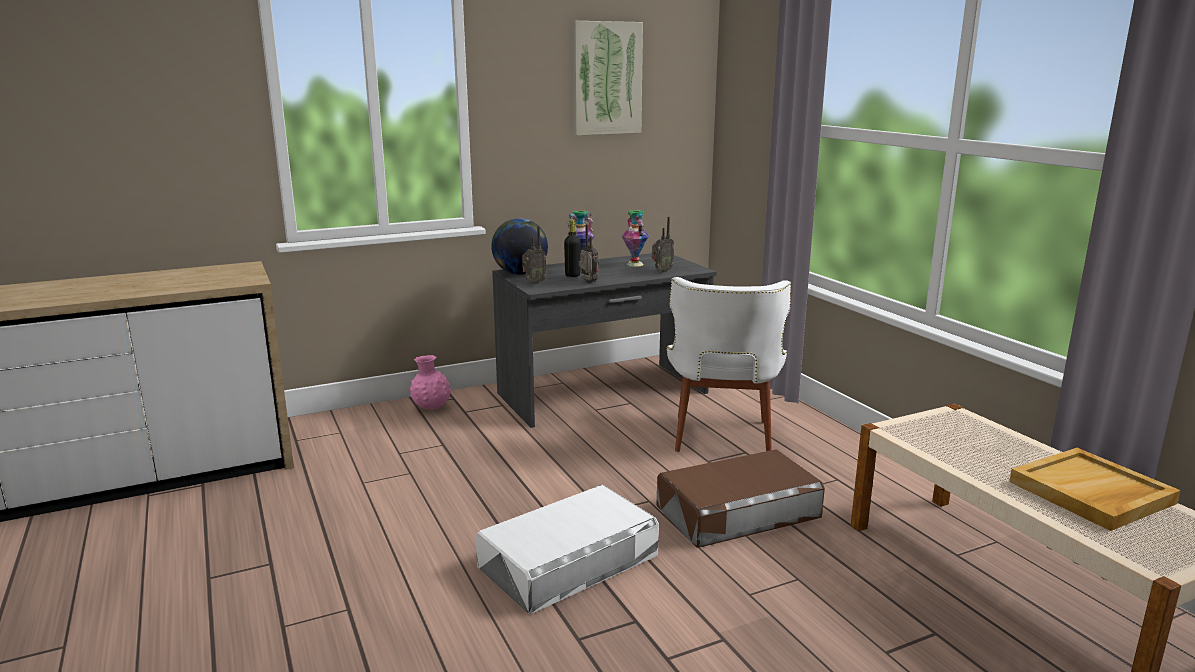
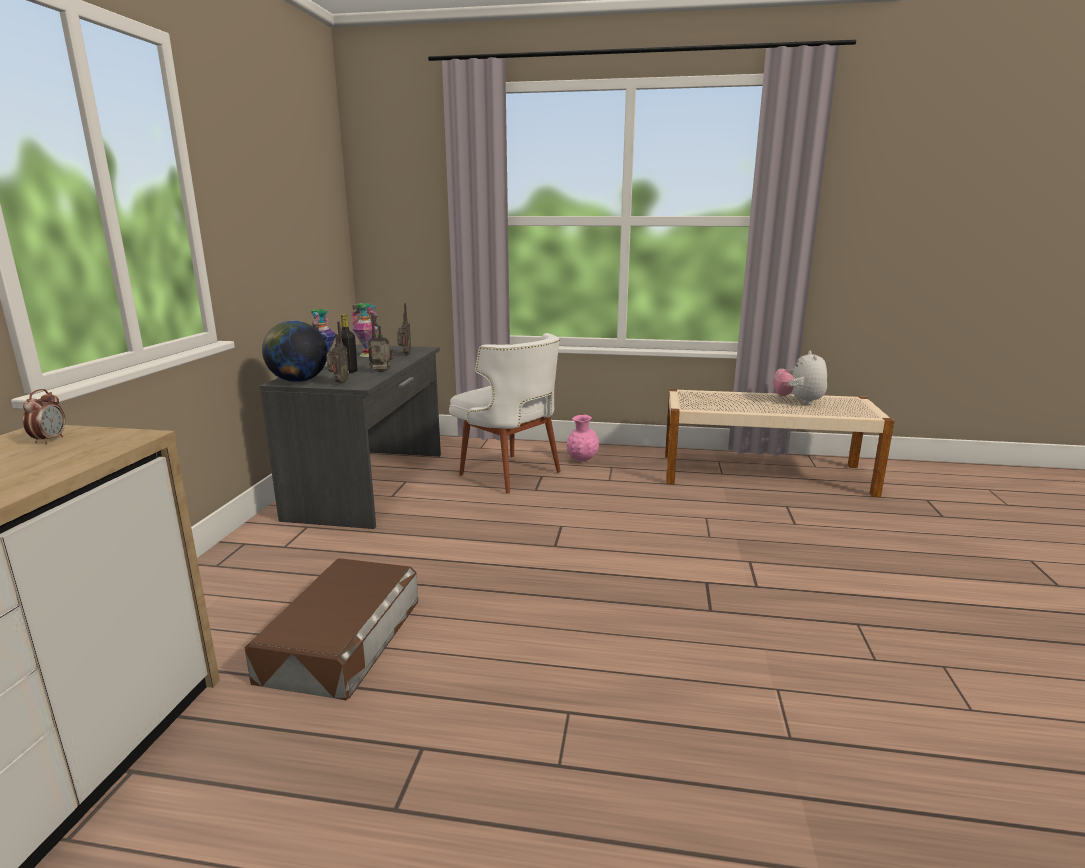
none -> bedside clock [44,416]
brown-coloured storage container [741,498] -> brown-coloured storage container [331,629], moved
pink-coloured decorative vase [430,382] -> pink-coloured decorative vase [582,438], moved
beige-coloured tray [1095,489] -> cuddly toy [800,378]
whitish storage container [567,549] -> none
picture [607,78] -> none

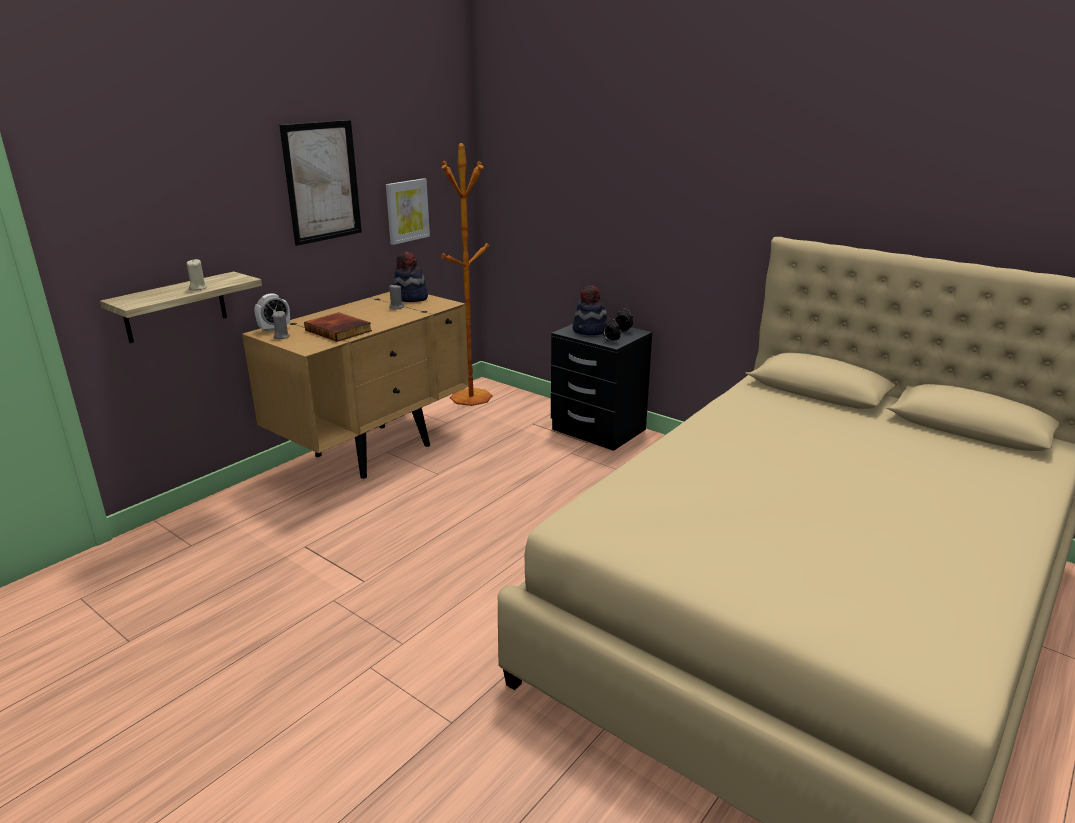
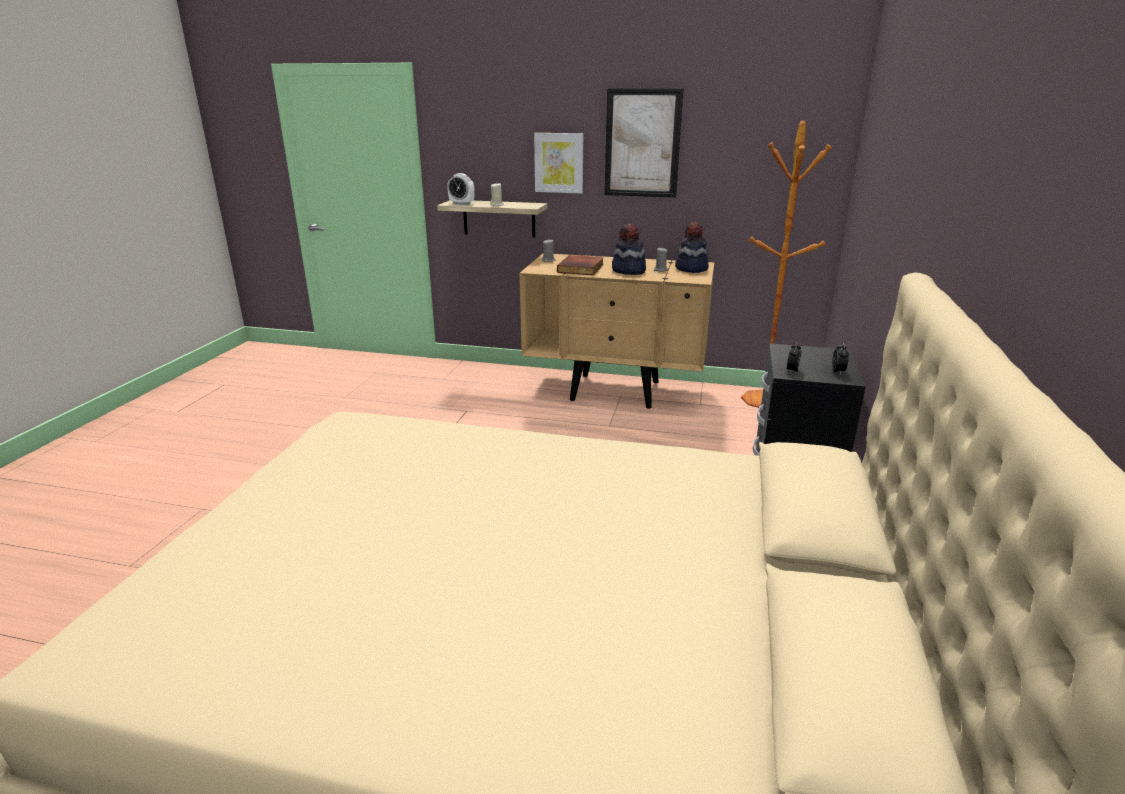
bedside clock [272,312] -> bedside clock [461,189], moved
picture [408,211] -> picture [558,163], moved
clothing hat [590,310] -> clothing hat [629,249], moved

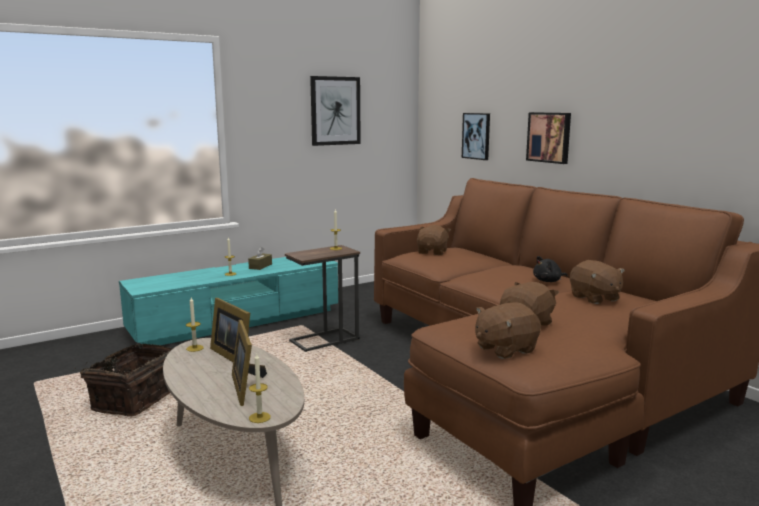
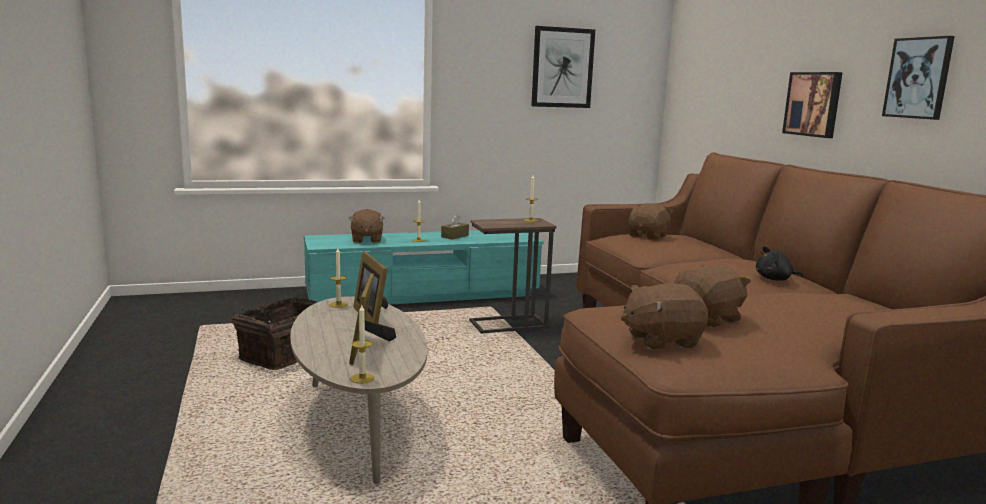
brown-coloured cuddly toy [597,282] -> brown-coloured cuddly toy [367,226], moved
picture [476,136] -> picture [918,78], moved

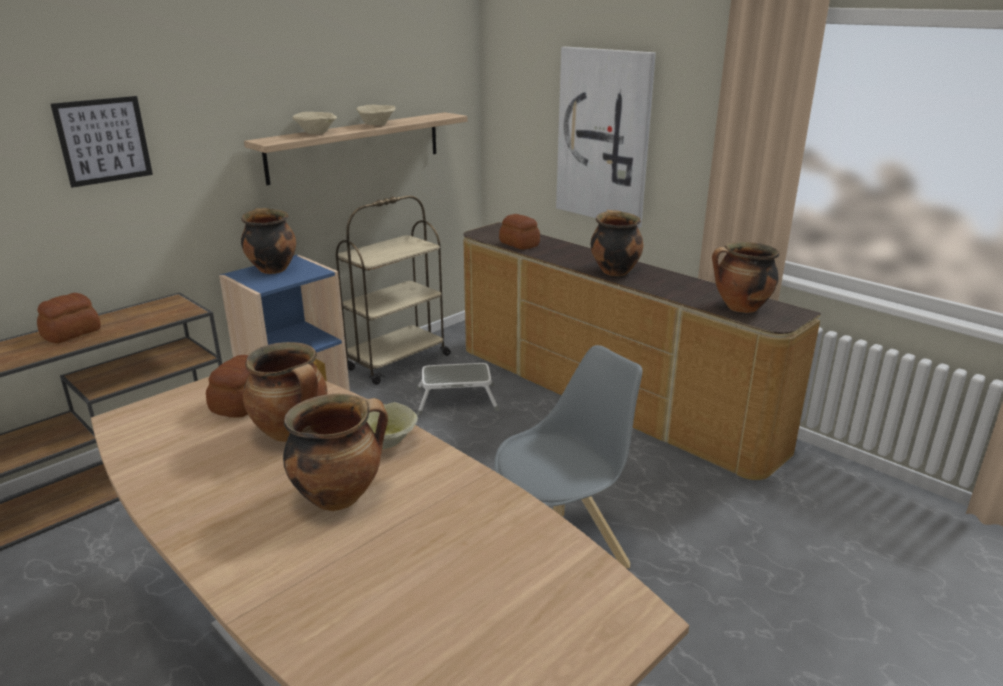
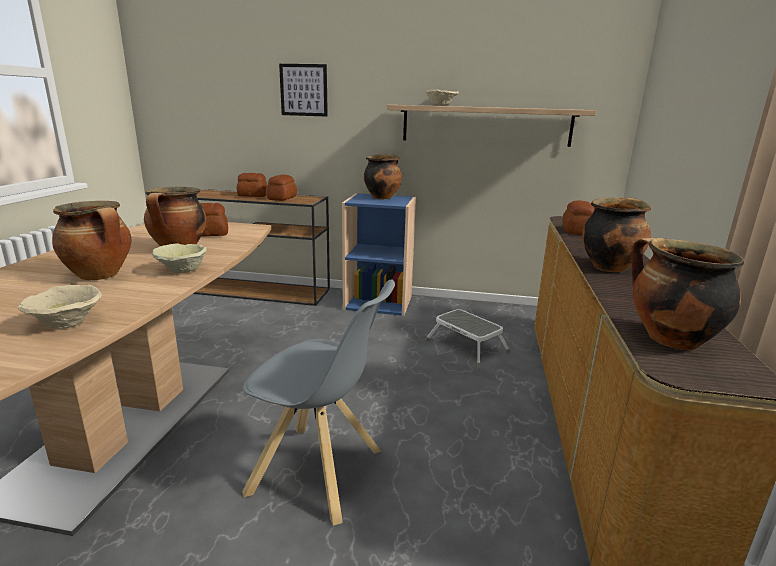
beige-coloured deep dish [376,115] -> beige-coloured deep dish [60,307], moved
none -> bakery bread [281,188]
beige-coloured wheeled cart [393,290] -> none
picture [606,137] -> none

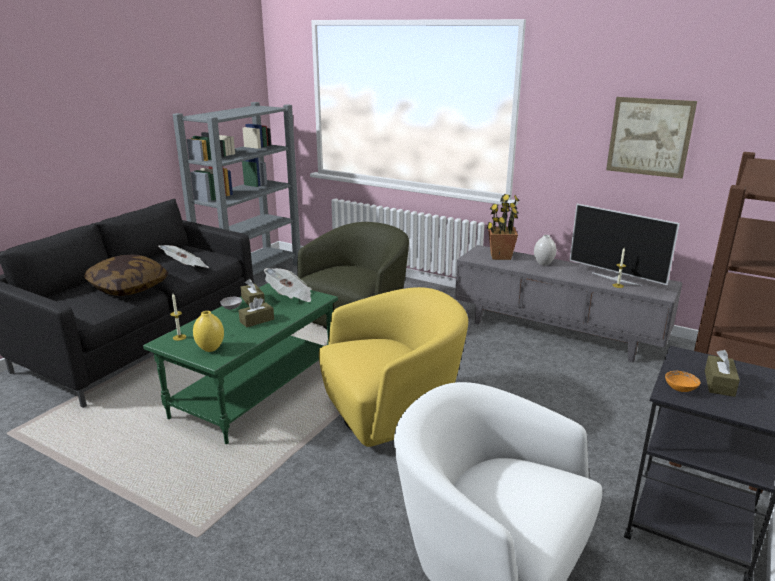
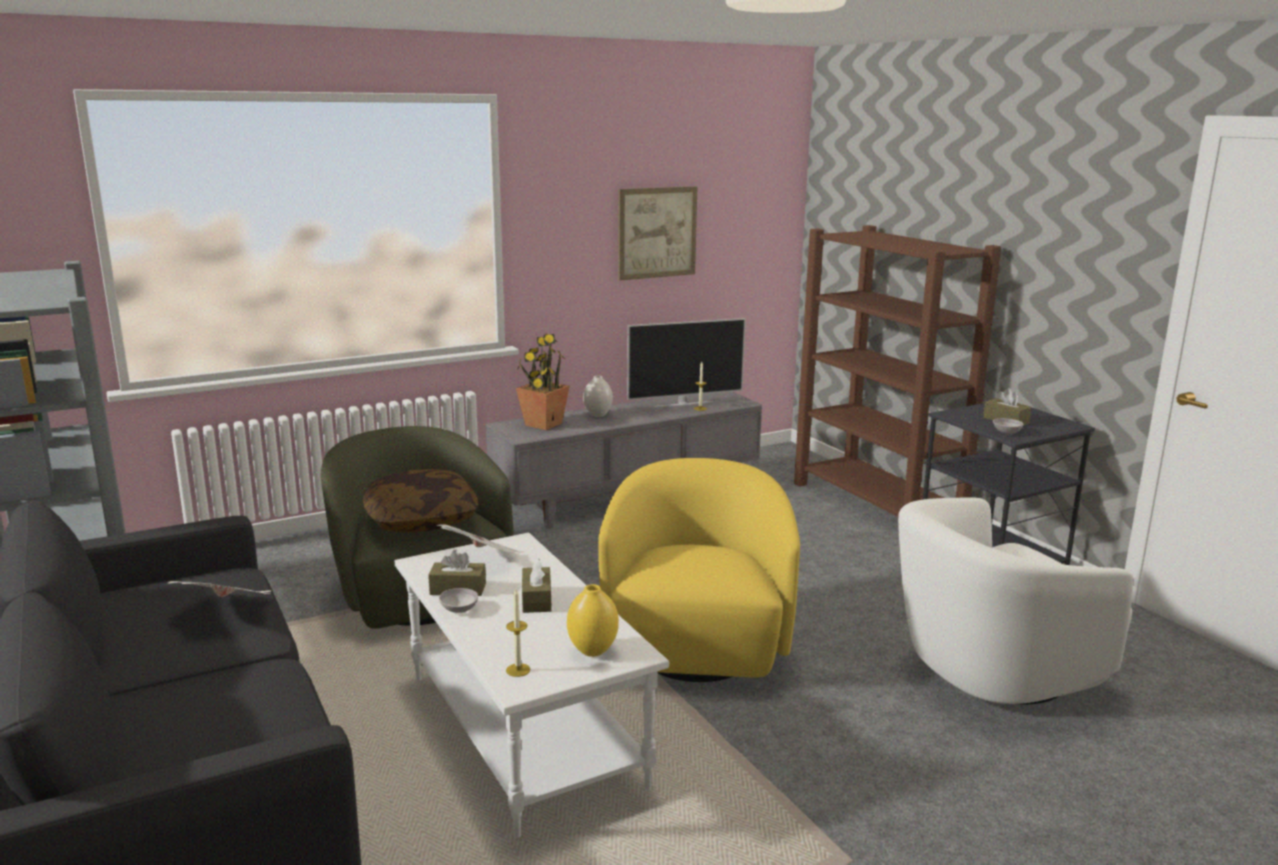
cushion [126,275] -> cushion [420,500], moved
greenish coffee table [240,363] -> whitish coffee table [532,685]
orangey deep dish [683,381] -> grey deep dish [1008,426]

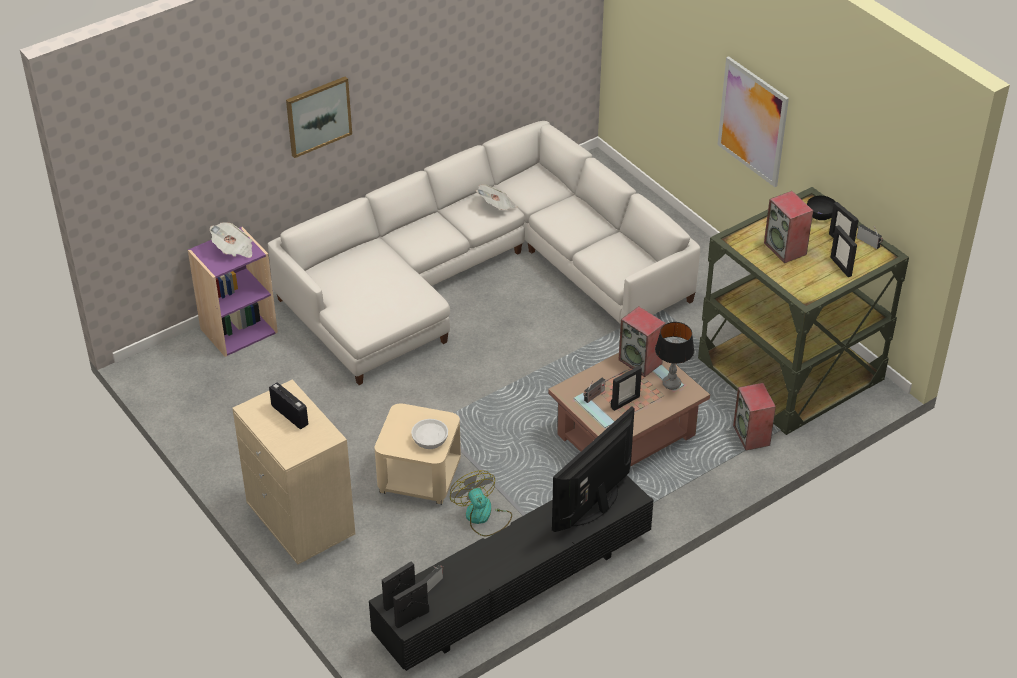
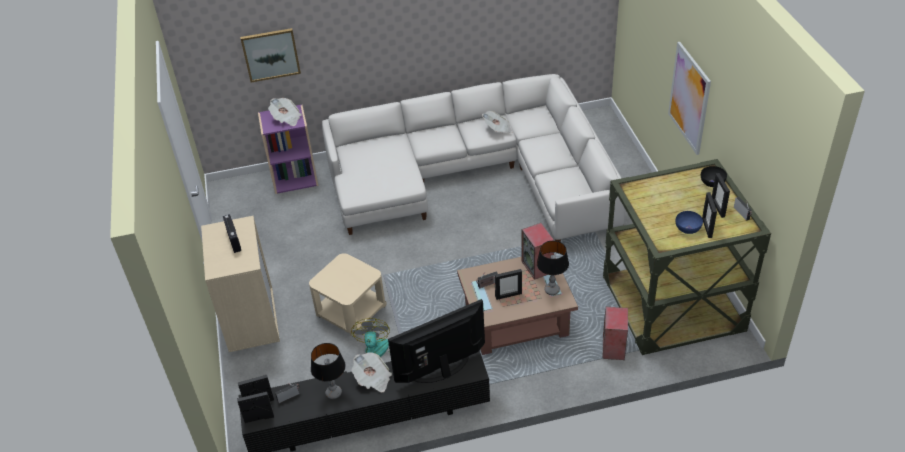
picture [319,117] -> picture [270,55], moved
none -> lamp for a table [328,371]
none -> newspaper [371,372]
none -> blue deep dish [689,222]
whitish deep dish [429,434] -> none
speaker [788,227] -> none

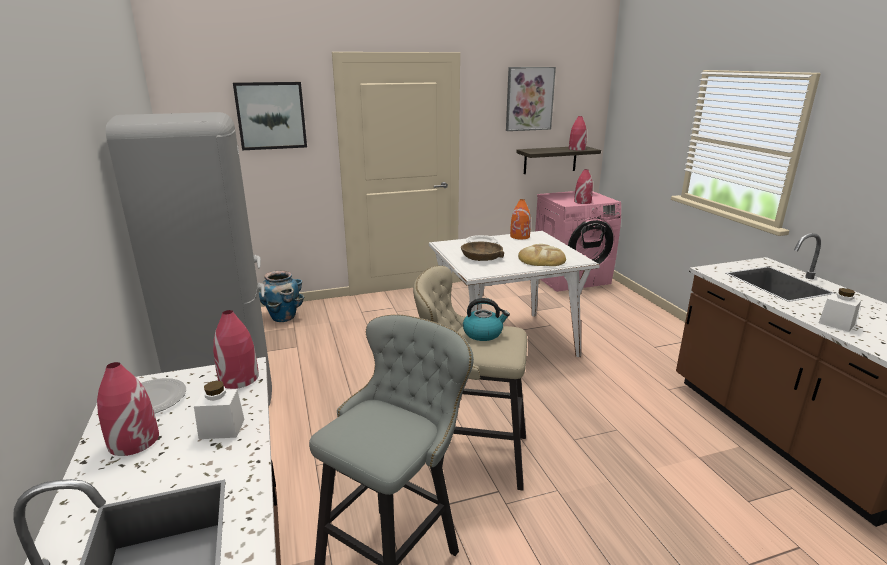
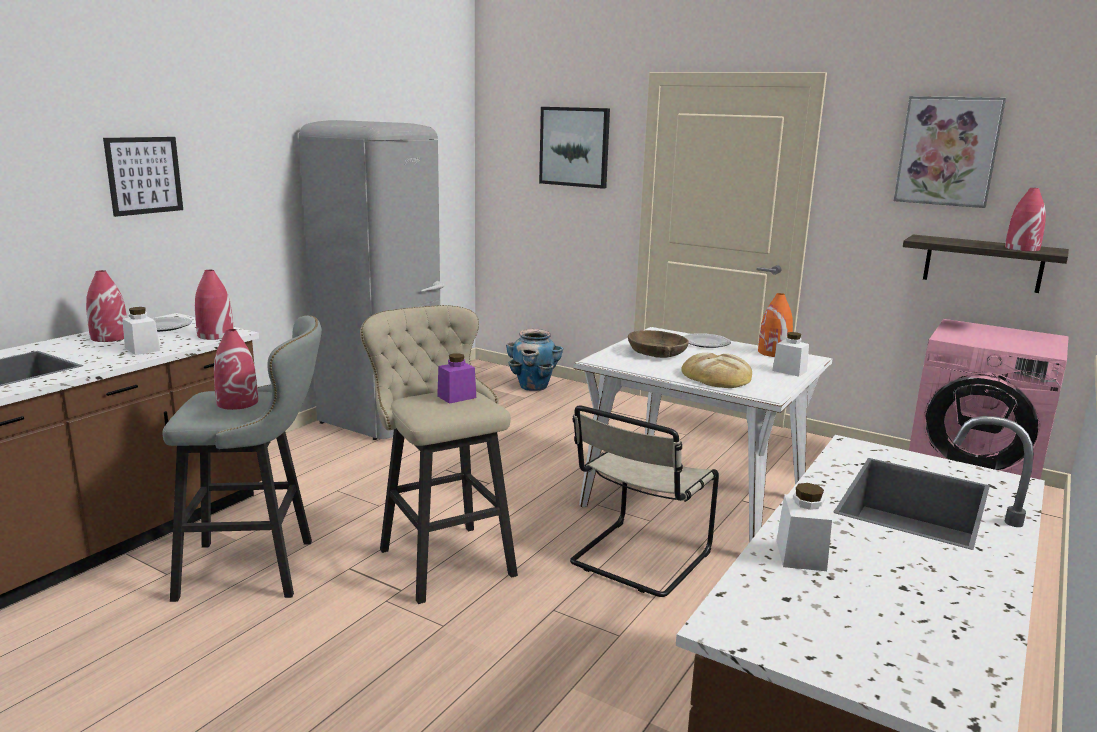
none -> picture [143,177]
red decorative vase [583,186] -> red decorative vase [236,369], moved
water kettle [486,319] -> purple-coloured storage jar [456,378]
none -> beige-coloured chair [644,501]
none -> whitish storage jar [790,354]

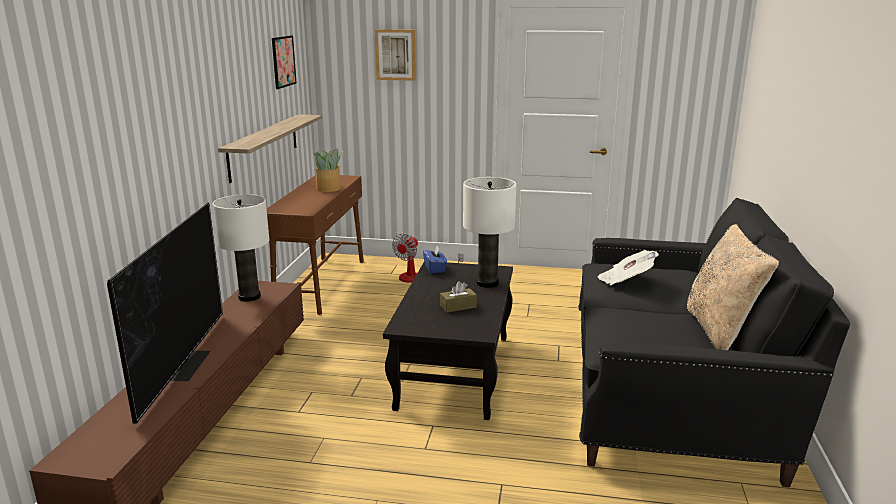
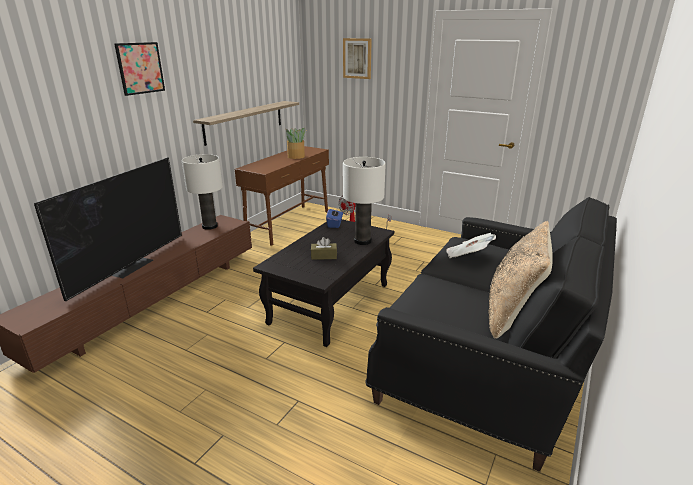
picture [284,62] -> picture [139,69], moved

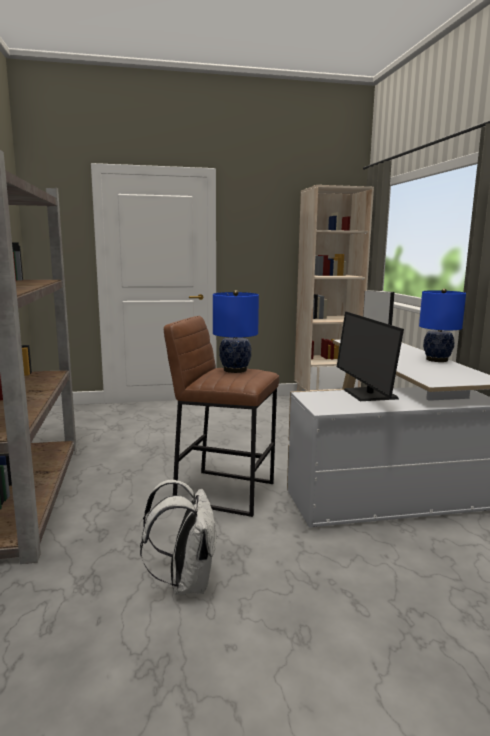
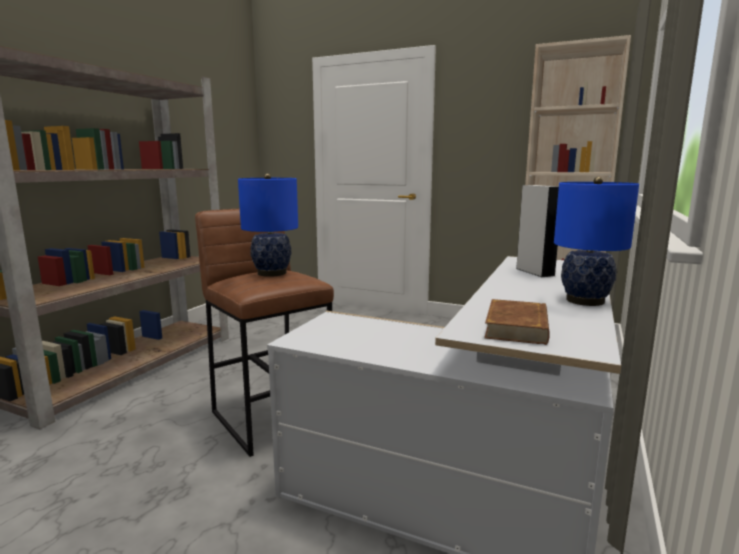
none -> brown-coloured bound book [517,322]
whitish knapsack [178,537] -> none
computer display [370,356] -> none

